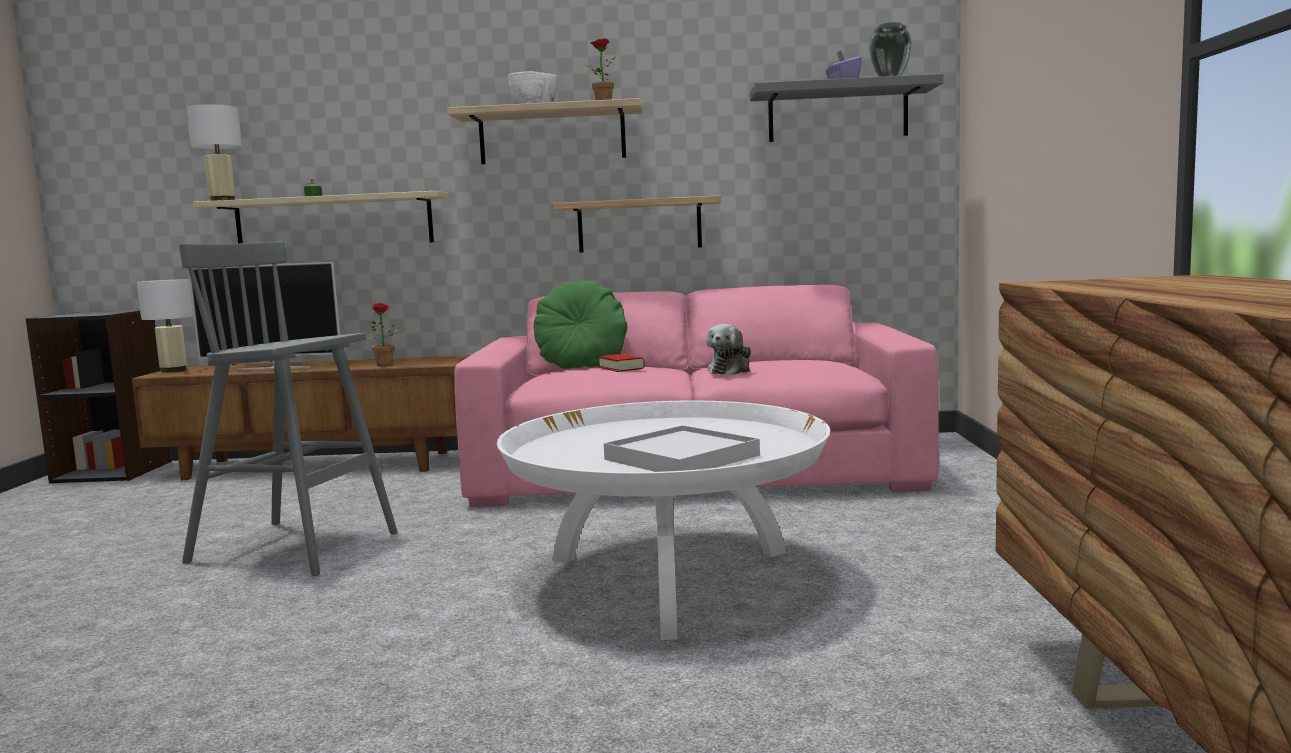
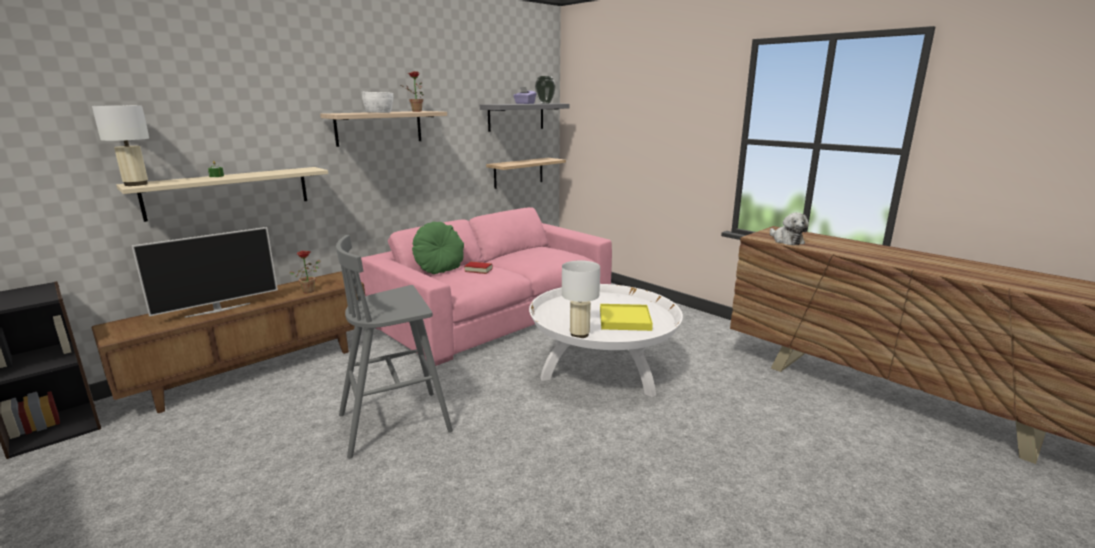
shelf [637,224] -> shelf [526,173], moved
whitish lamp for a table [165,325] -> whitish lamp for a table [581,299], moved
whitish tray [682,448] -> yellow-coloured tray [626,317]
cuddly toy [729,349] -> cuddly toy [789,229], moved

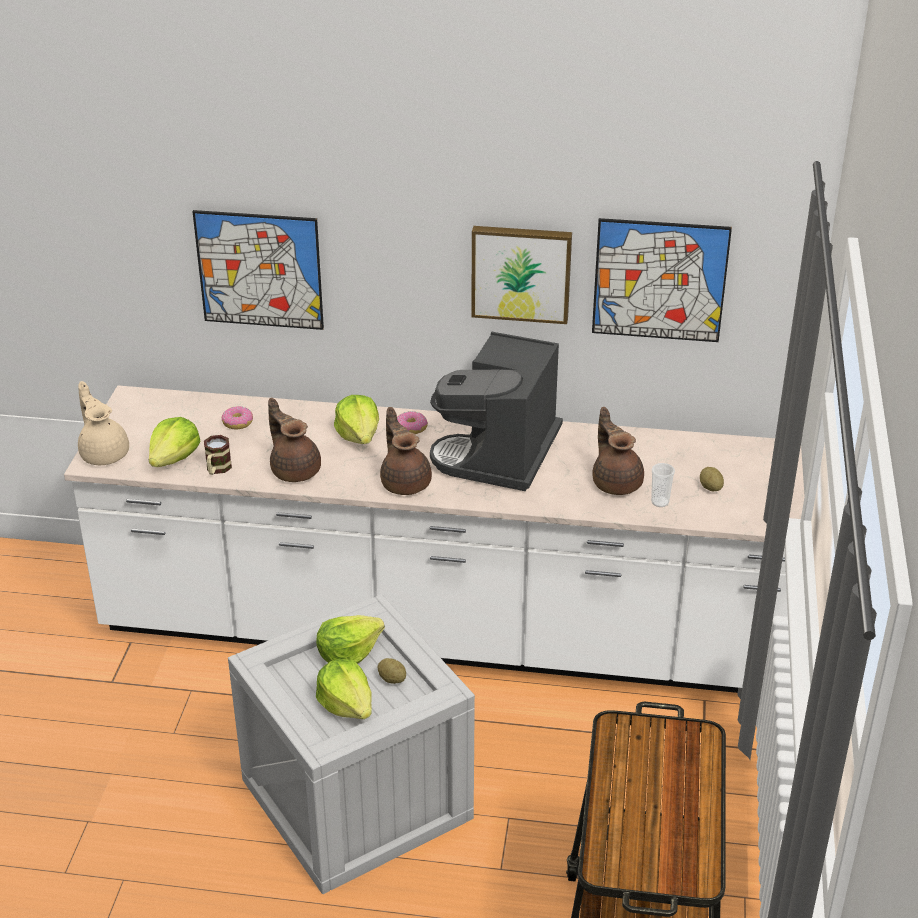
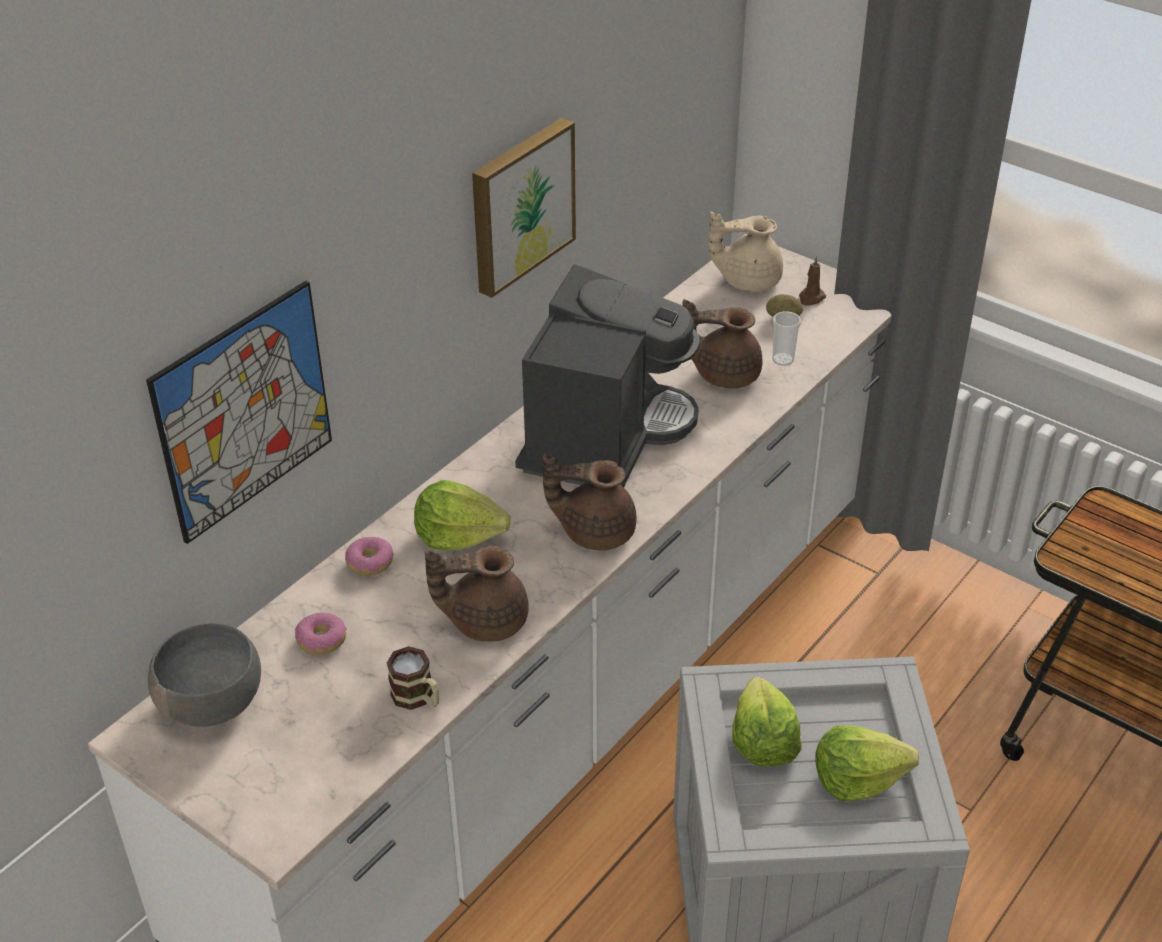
none -> grey deep dish [204,675]
donut [412,422] -> donut [369,556], moved
coffee maker [496,411] -> coffee maker [607,375], 120 degrees counterclockwise
beige-coloured tea pot [103,423] -> beige-coloured tea pot [745,251], moved
none -> brown-coloured wax candle [812,281]
lettuce [174,442] -> none
spud [392,671] -> none
picture [662,280] -> none

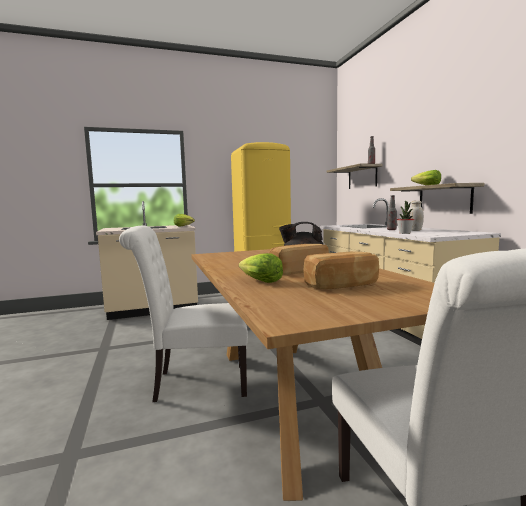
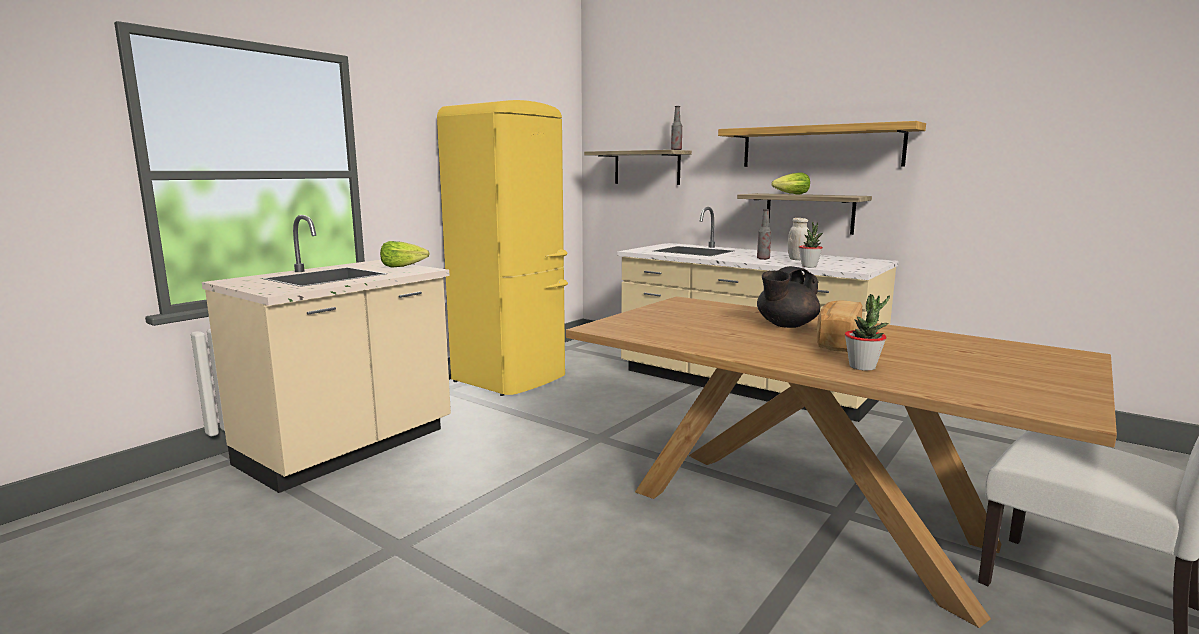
none -> shelf [822,144]
lettuce [261,268] -> potted plant [867,332]
whitish chair [183,313] -> none
bakery bread [341,270] -> none

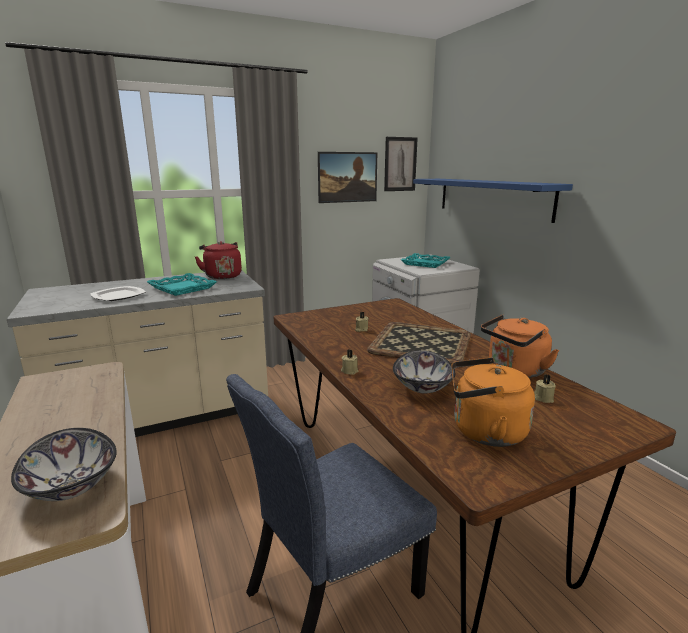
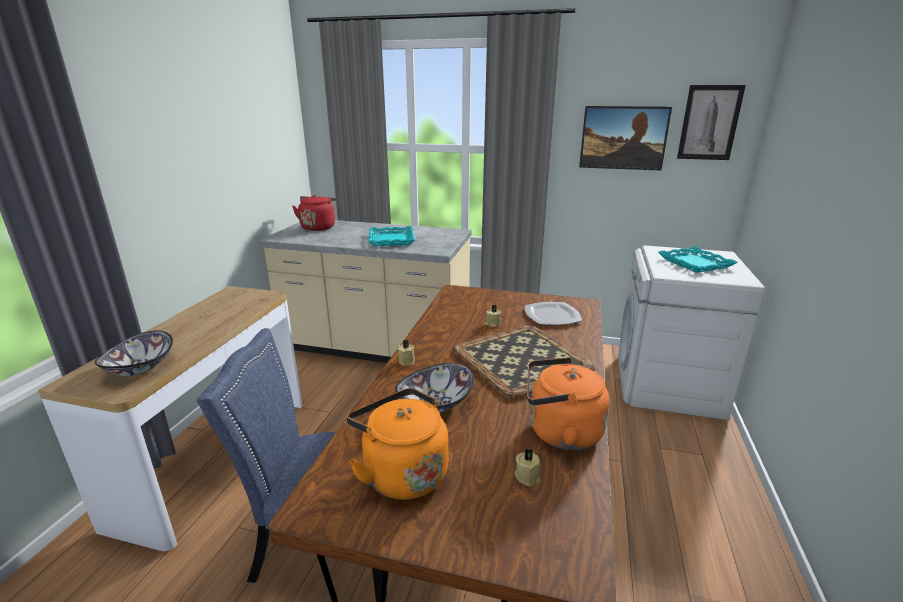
red water kettle [218,260] -> red water kettle [315,212], moved
plate [118,293] -> plate [553,313], moved
blue shelf [493,201] -> none

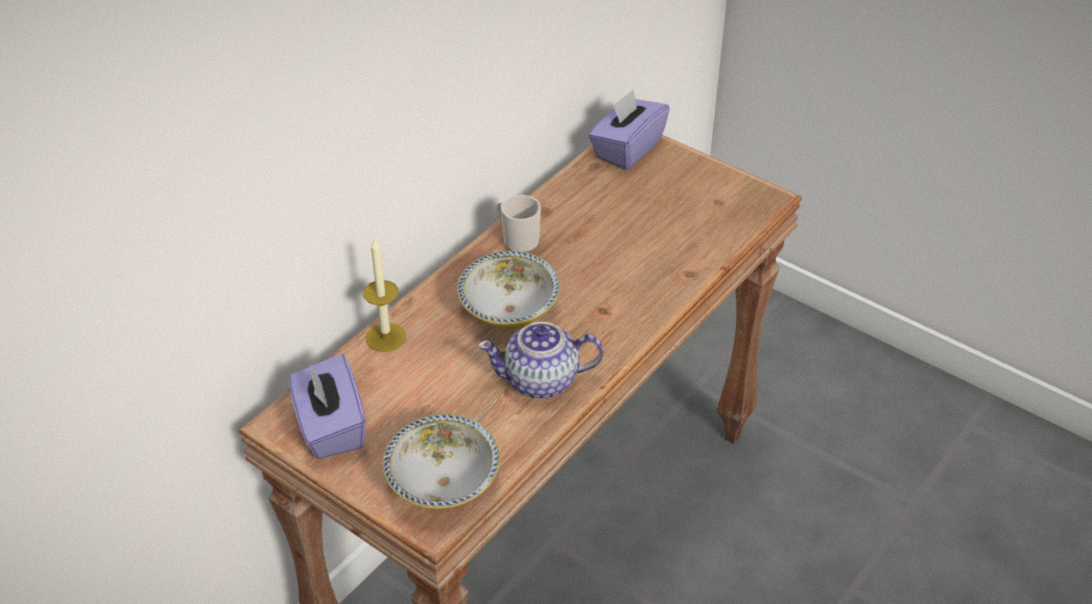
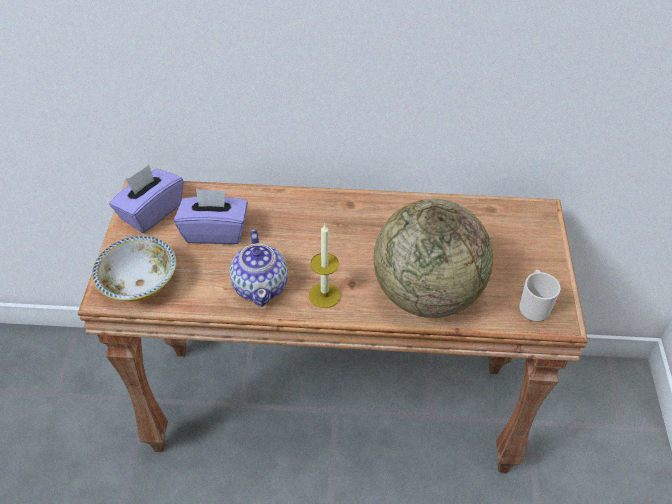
purple-coloured box of tissues [629,129] -> purple-coloured box of tissues [211,216], moved
tea pot [541,360] -> tea pot [259,268], 150 degrees counterclockwise
wax candle [384,295] -> wax candle [325,266], moved
none -> world globe [433,258]
tea mug [519,224] -> tea mug [540,296], moved
deep dish [508,290] -> none

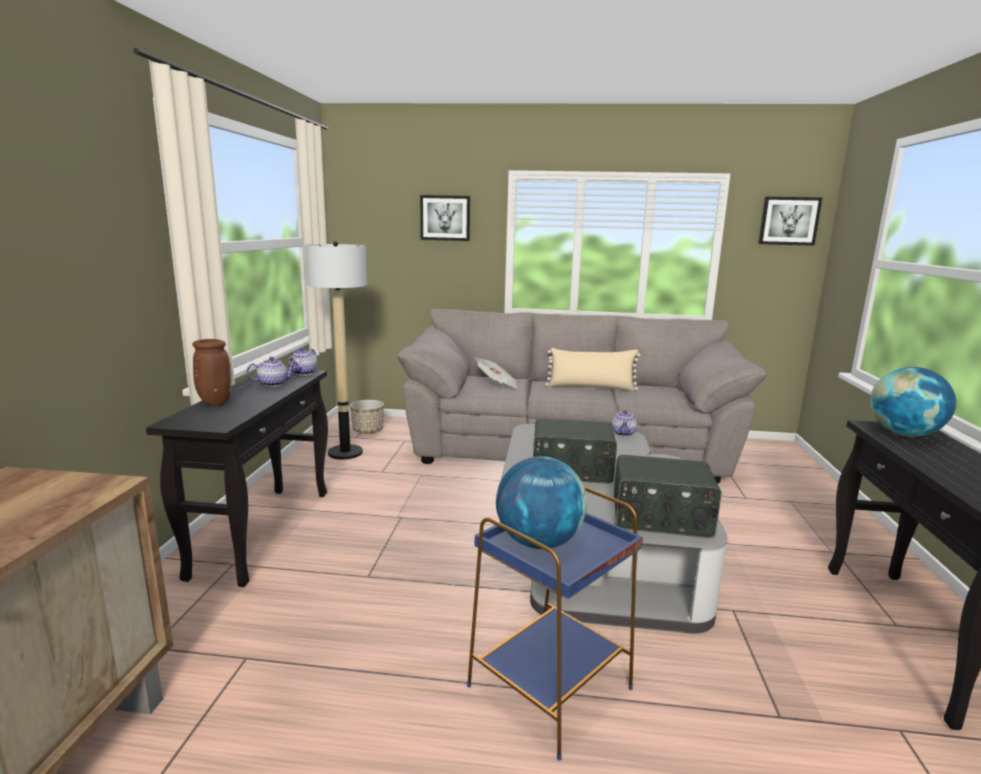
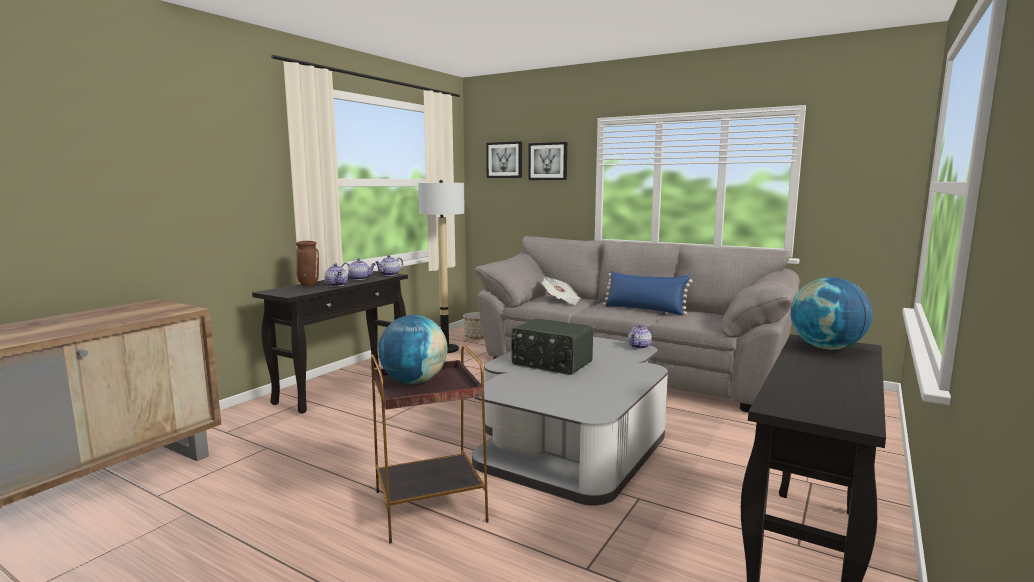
none -> tea pot [336,275]
blue side table [555,624] -> brown-coloured side table [430,444]
picture [790,221] -> picture [504,159], moved
beige-coloured cushion [592,370] -> blue cushion [647,293]
radio receiver [667,496] -> none

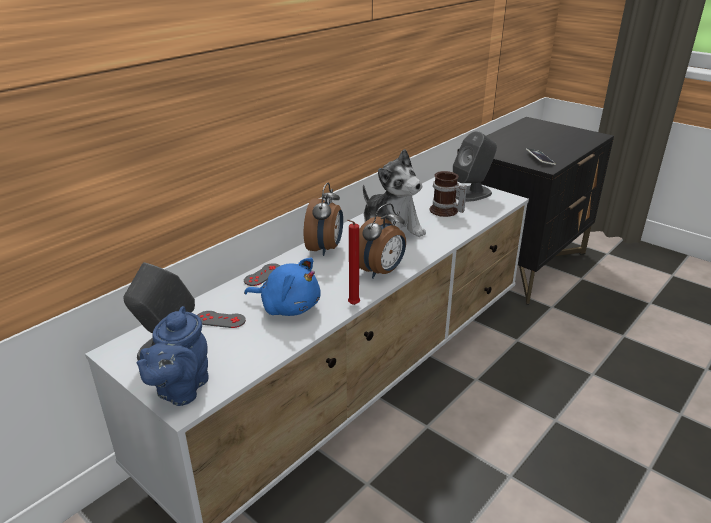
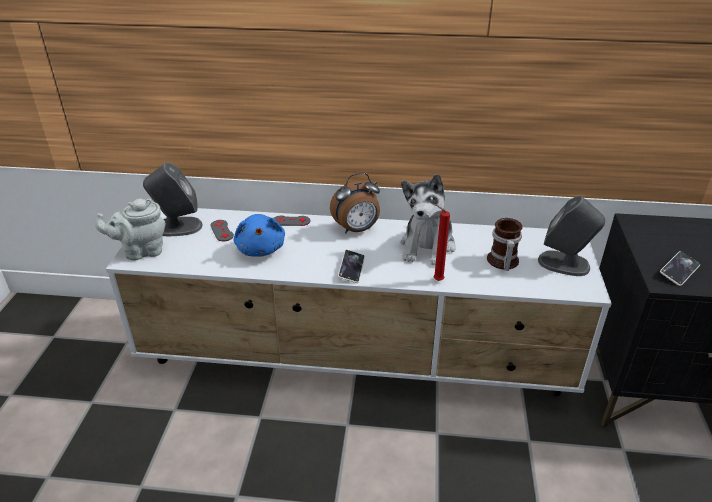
blue tea pot [173,356] -> grey tea pot [130,230]
bedside clock [382,241] -> handset [351,266]
red wax candle [353,262] -> red wax candle [441,243], moved

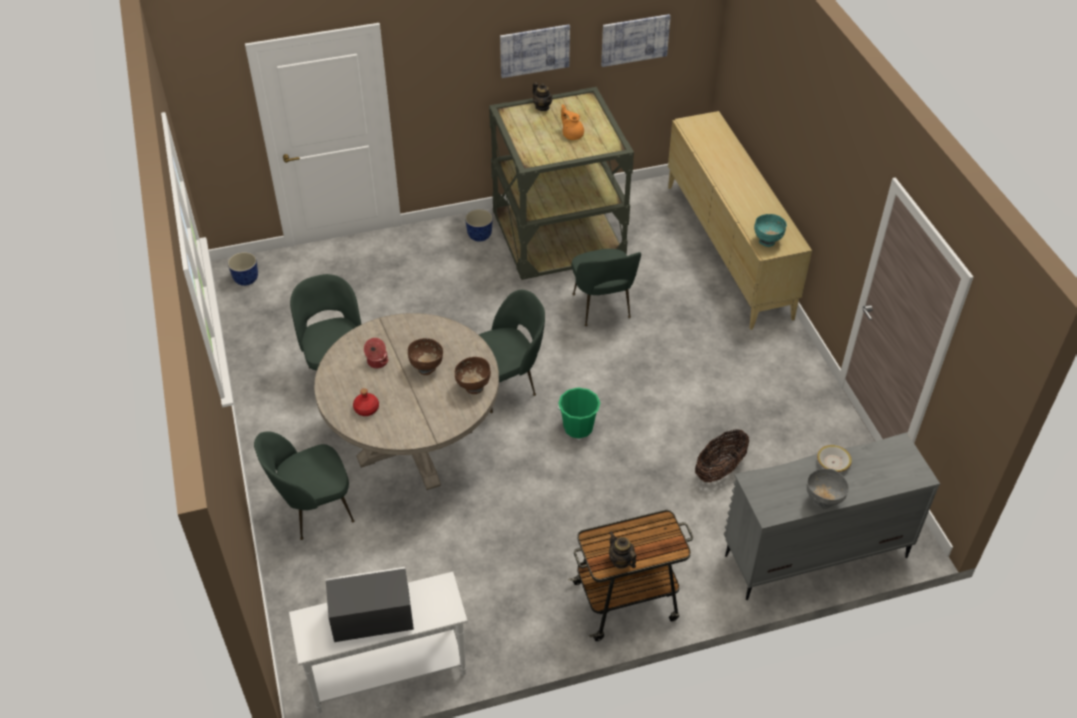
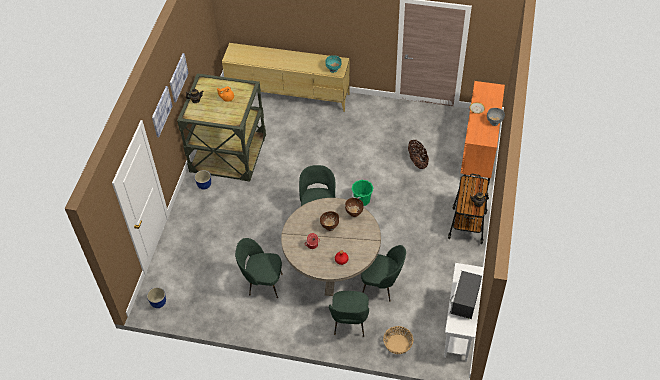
picture [636,40] -> picture [162,111], moved
greenish chair [606,287] -> greenish chair [383,273], moved
none -> household basket [398,340]
grey drawer chest [832,516] -> orangey drawer chest [483,131]

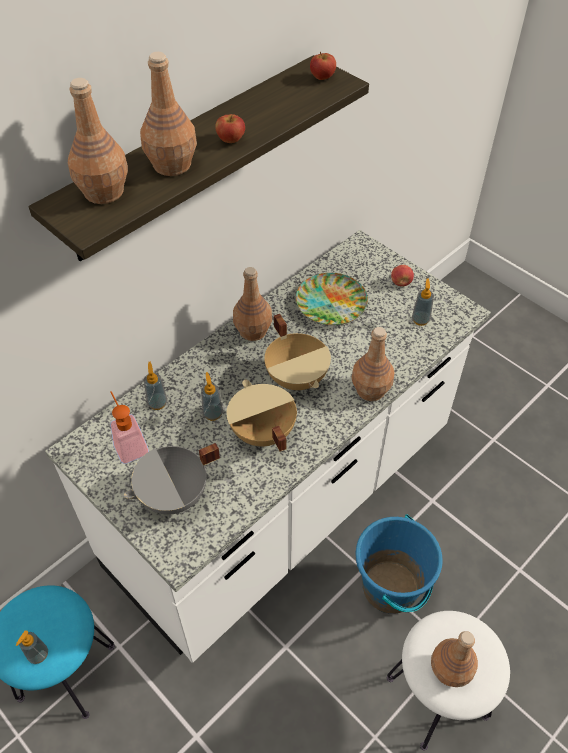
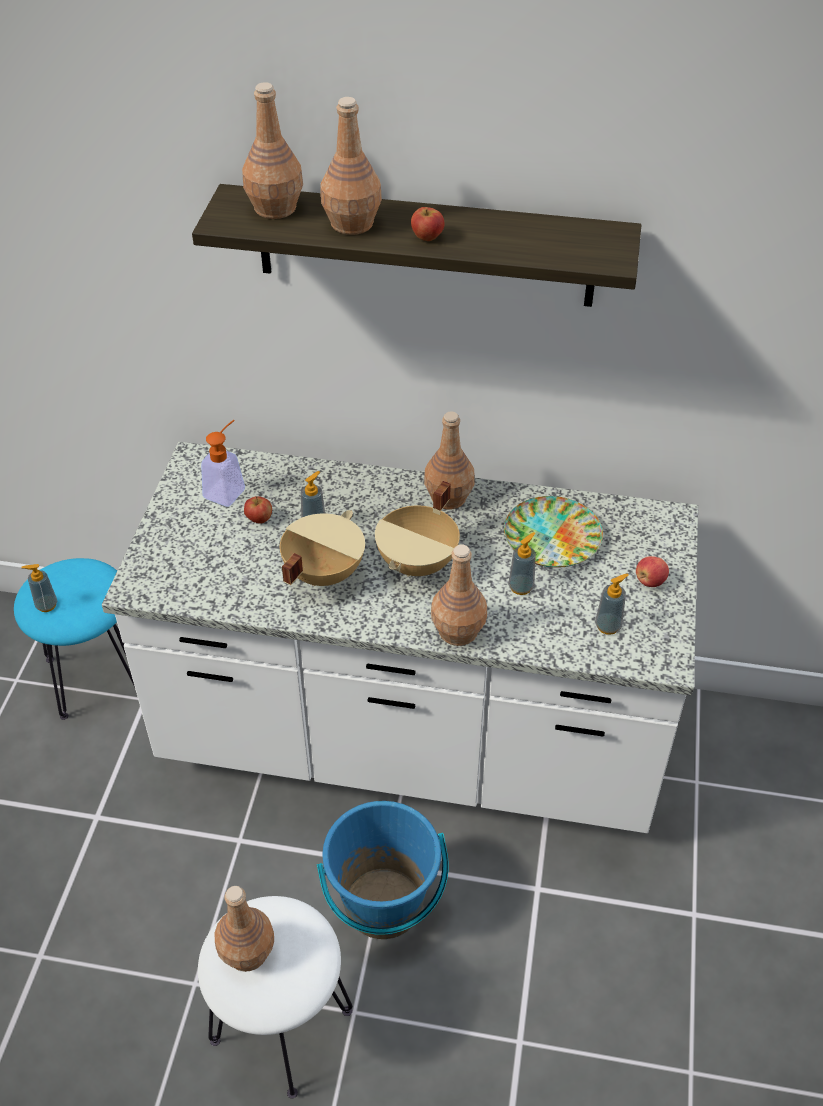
apple [323,66] -> apple [258,509], moved
liquid soap bottle [156,386] -> liquid soap bottle [522,563], moved
grey cooking pot [172,479] -> none

